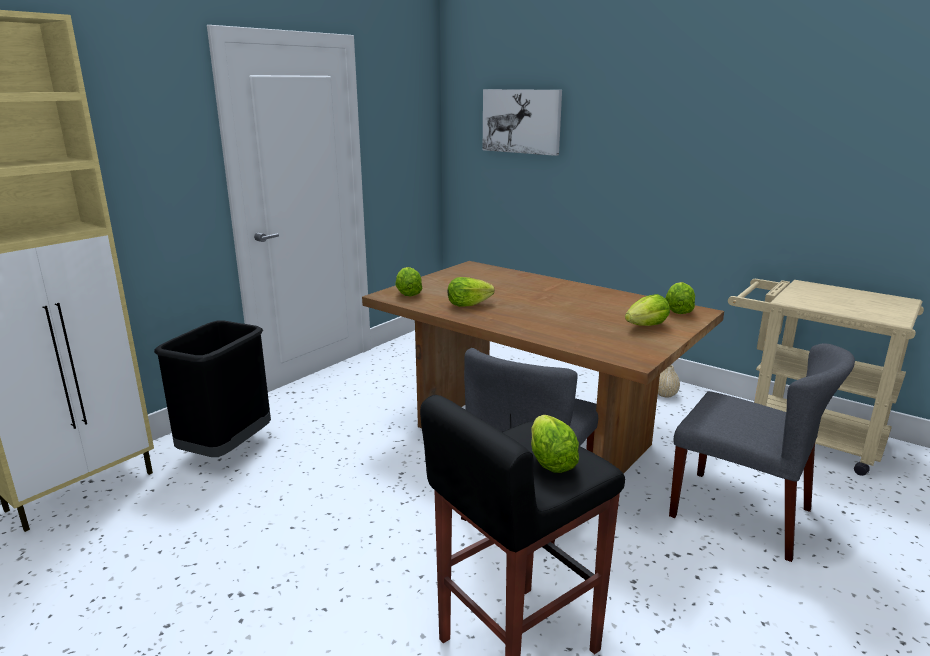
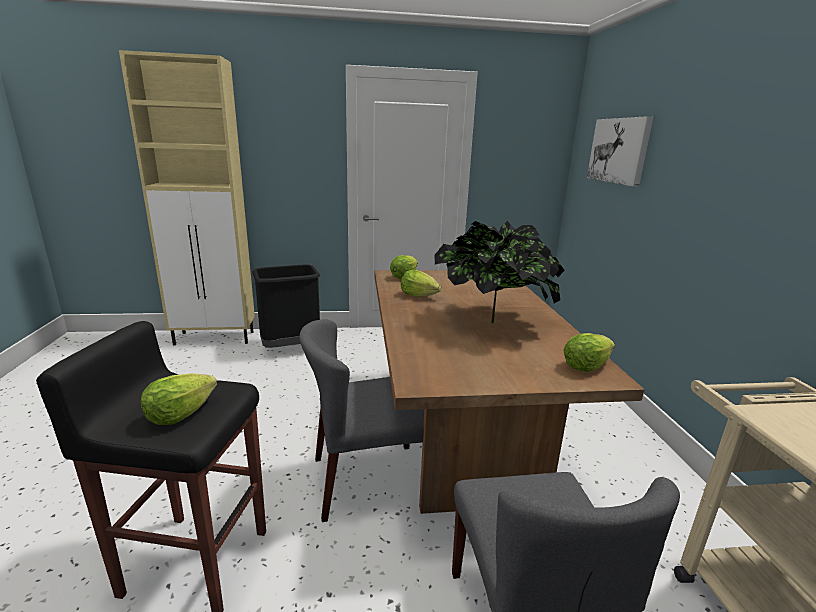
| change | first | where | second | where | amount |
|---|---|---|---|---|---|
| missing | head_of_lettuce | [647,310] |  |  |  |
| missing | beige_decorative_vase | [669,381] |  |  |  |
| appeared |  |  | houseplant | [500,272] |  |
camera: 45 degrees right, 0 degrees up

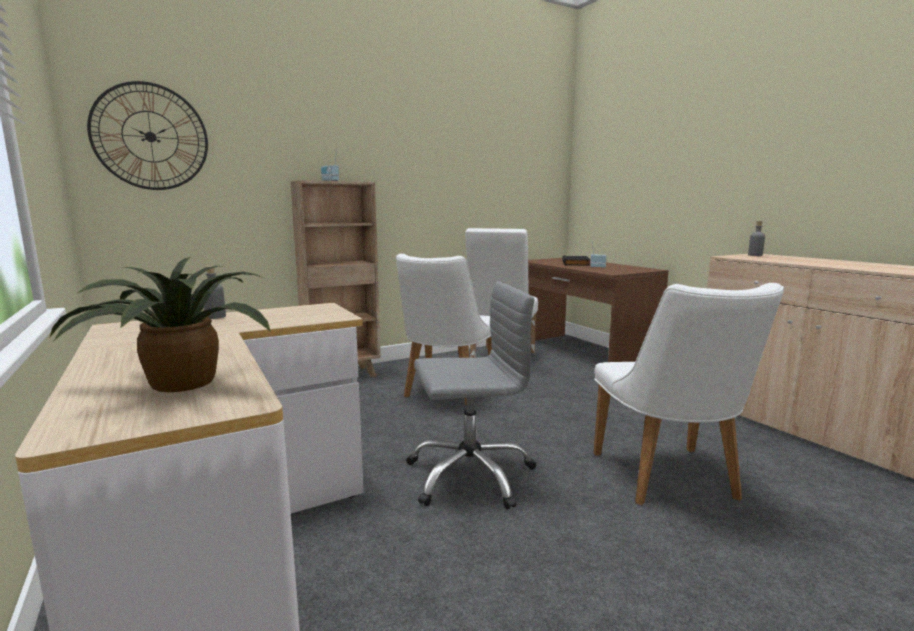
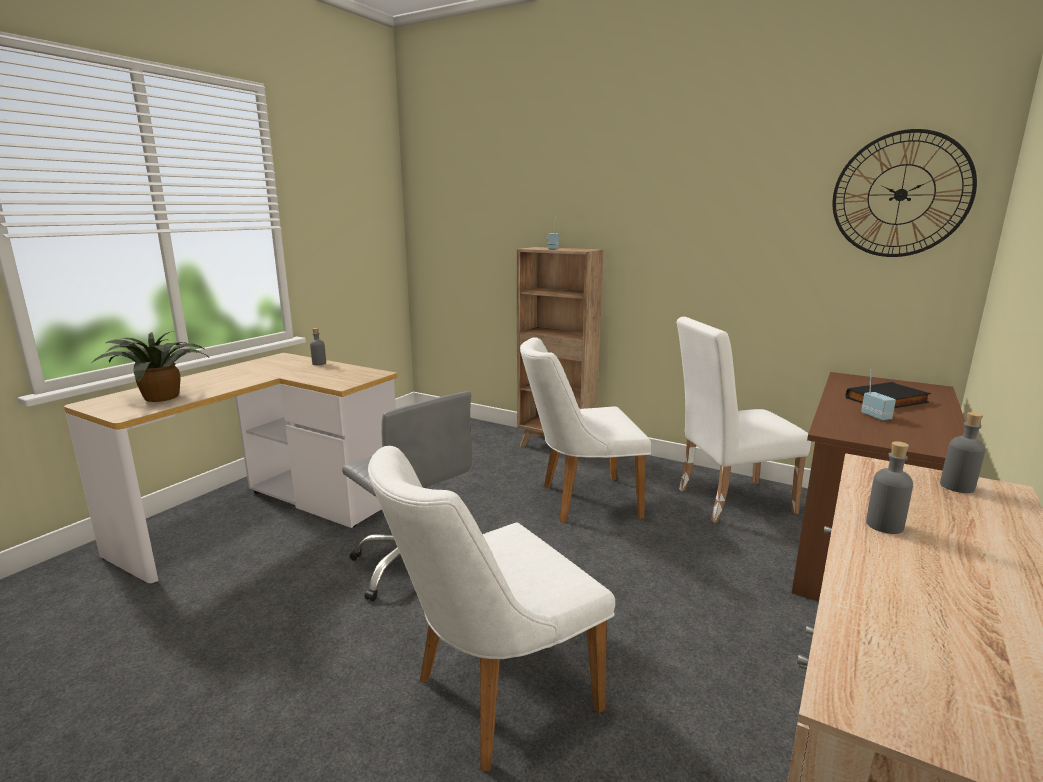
| change | first | where | second | where | amount |
|---|---|---|---|---|---|
| appeared |  |  | gray_beverage_bottle | [889,487] |  |
| relocated | clock_on_the_wall | [147,135] |  | [905,193] |  |
camera: 60 degrees right, 5 degrees up

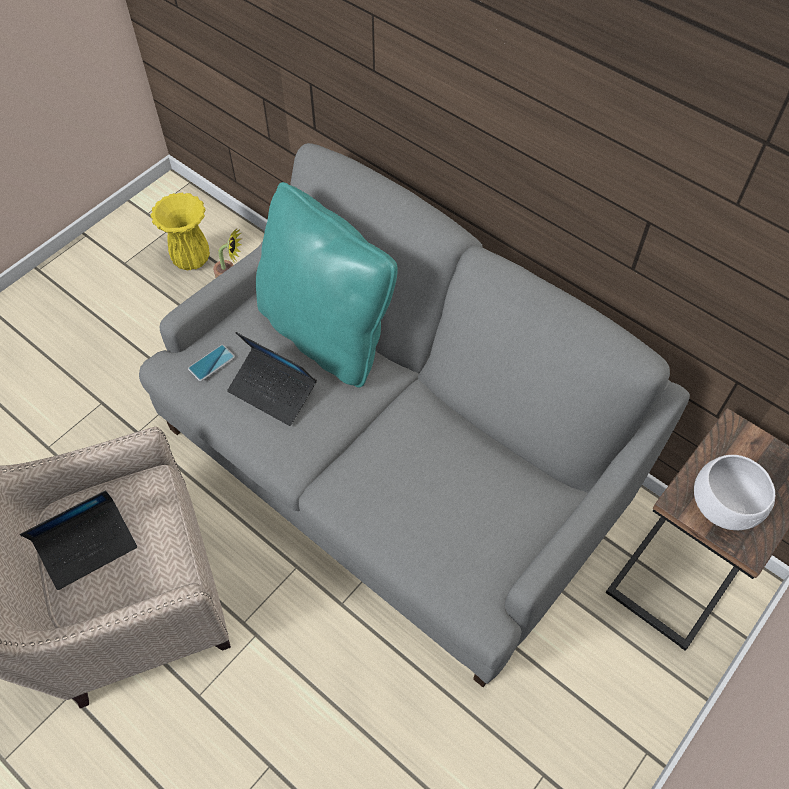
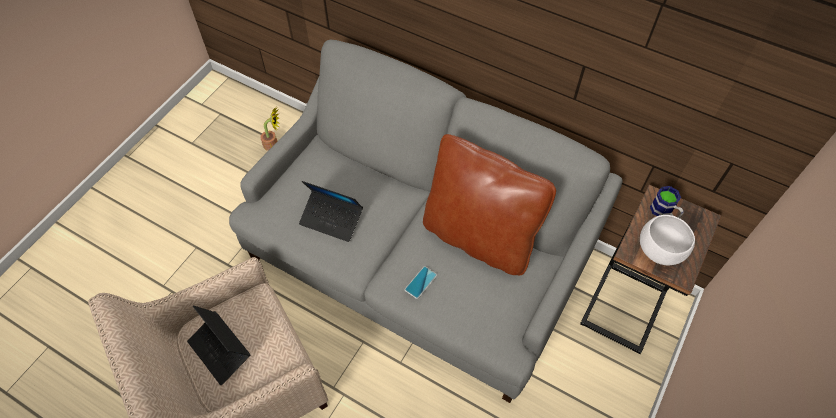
| change | first | where | second | where | amount |
|---|---|---|---|---|---|
| missing | yellowish_decorative_vase | [180,232] |  |  |  |
| missing | turquoise-coloured_cushion | [327,284] |  |  |  |
| appeared |  |  | brownish_cushion | [489,204] |  |
| appeared |  |  | coffee_mug | [667,202] |  |
| relocated | handset | [211,363] |  | [421,282] |  |
| spun | notebook_computer | [78,540] |  | [218,345] | 90 degrees clockwise |
camera: 10 degrees left, 0 degrees up

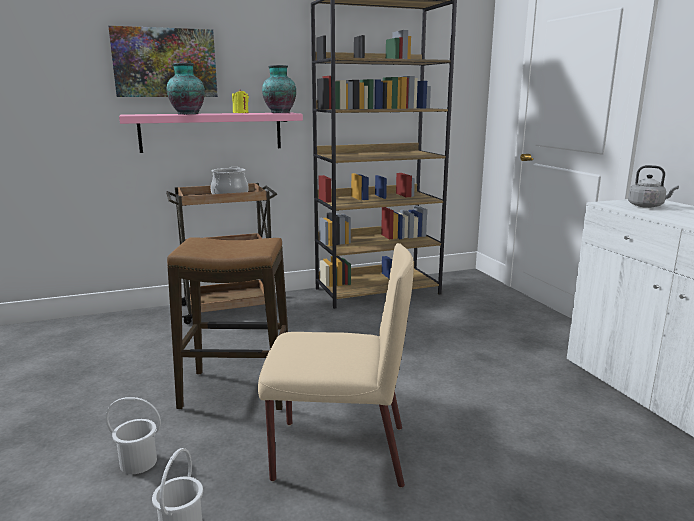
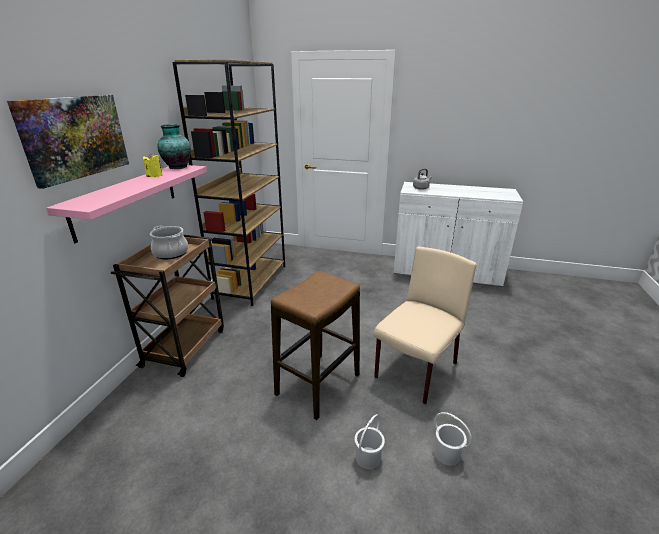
| change | first | where | second | where | amount |
|---|---|---|---|---|---|
| missing | decorative_vase | [186,89] |  |  |  |
camera: 55 degrees left, 10 degrees up

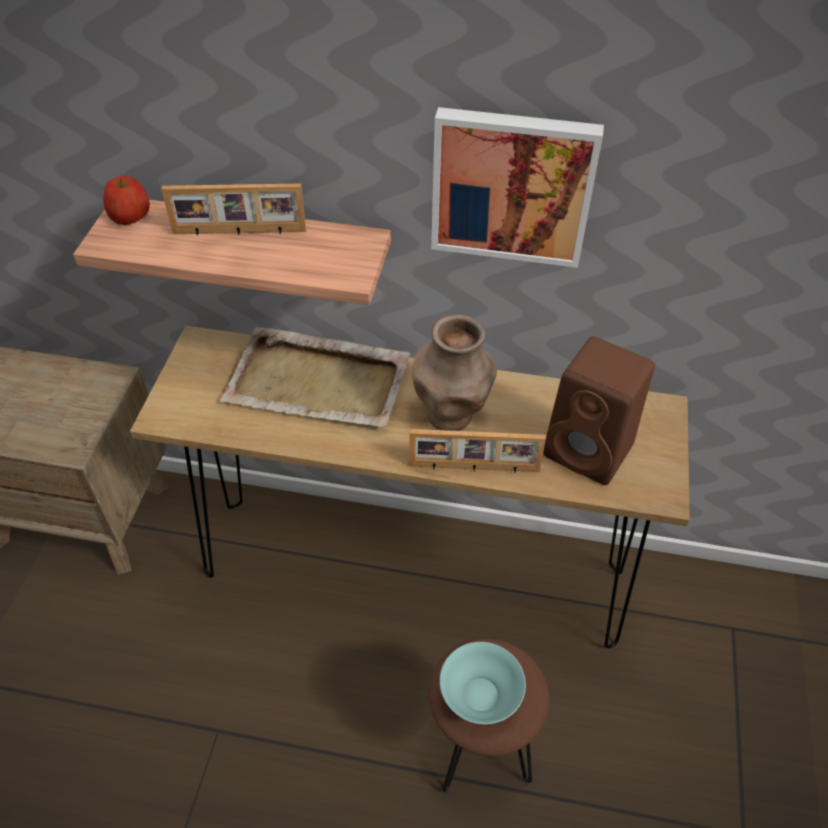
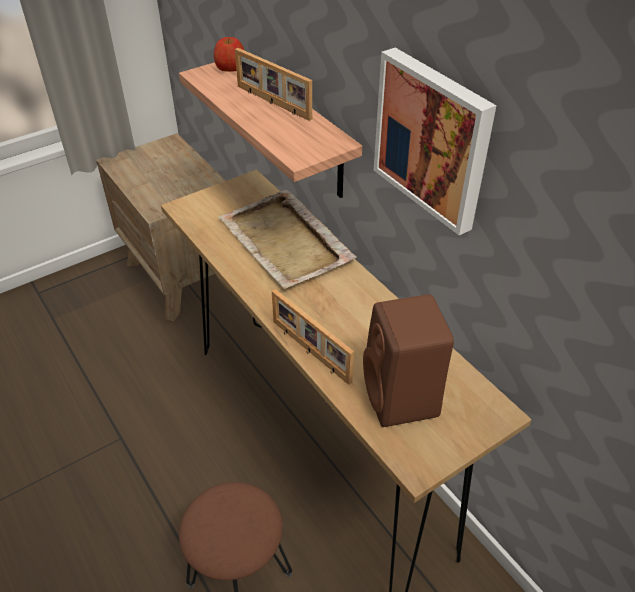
| change | first | where | second | where | amount |
|---|---|---|---|---|---|
| missing | brownish_decorative_vase | [454,373] |  |  |  |
| missing | turquoise-coloured_serving_bowl | [483,683] |  |  |  |
camera: 45 degrees right, 5 degrees down

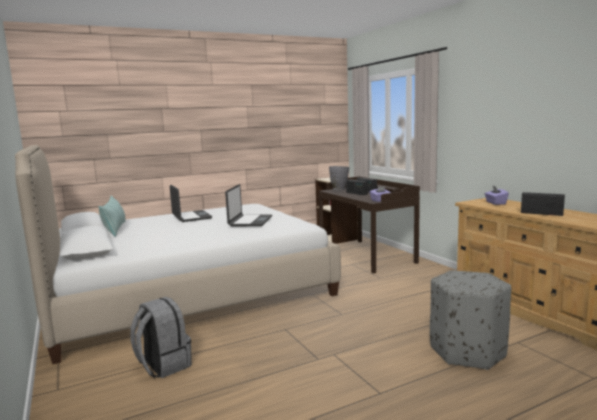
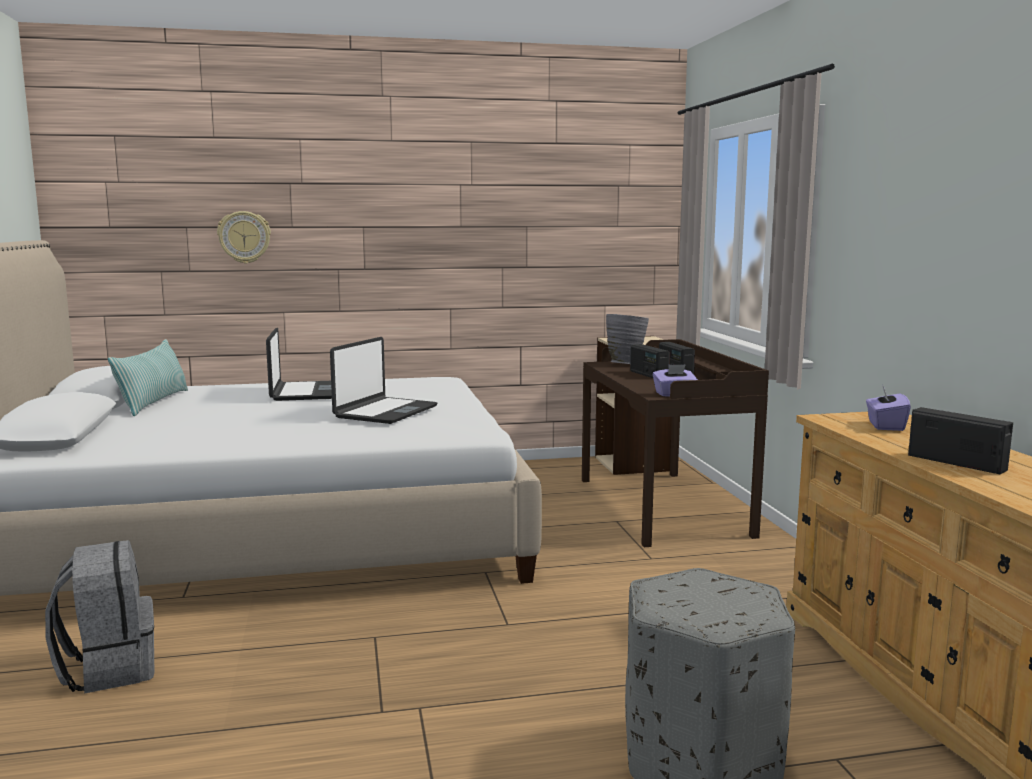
| change | first | where | second | where | amount |
|---|---|---|---|---|---|
| appeared |  |  | clock_on_the_wall | [244,237] |  |
camera: 15 degrees right, 0 degrees up

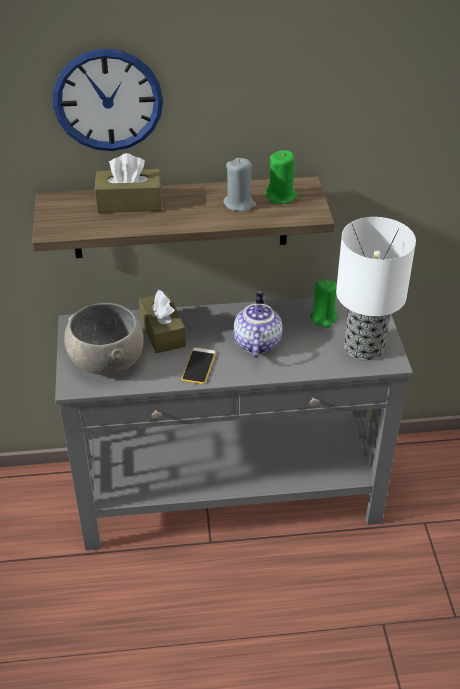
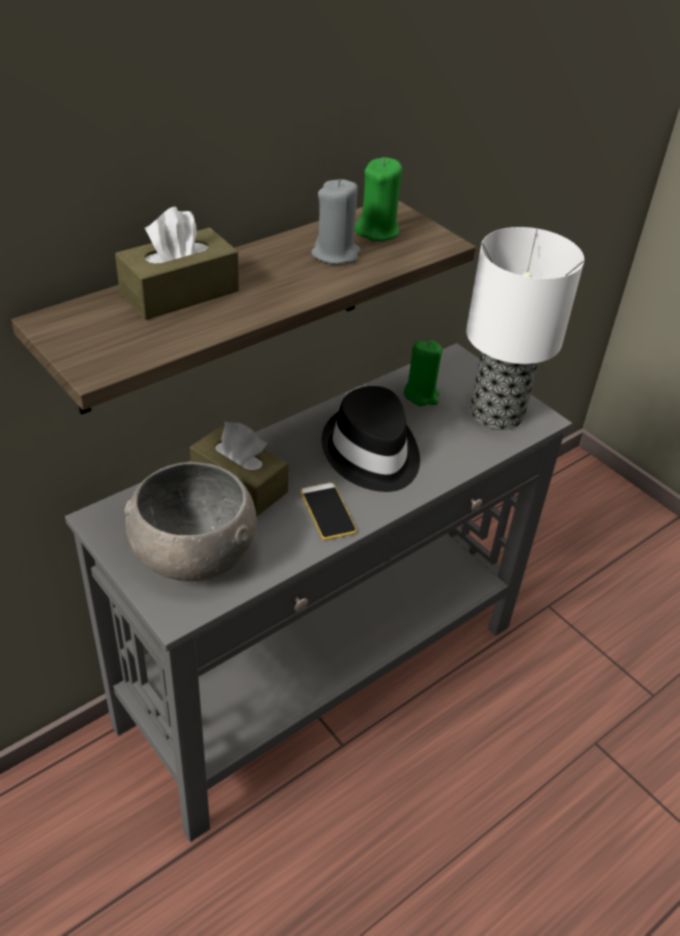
| change | first | where | second | where | amount |
|---|---|---|---|---|---|
| missing | clock_on_the_wall | [108,100] |  |  |  |
| exchanged | pot_for_tea | [258,324] | black_clothing_hat | [371,439] |  |
camera: 35 degrees left, 0 degrees up

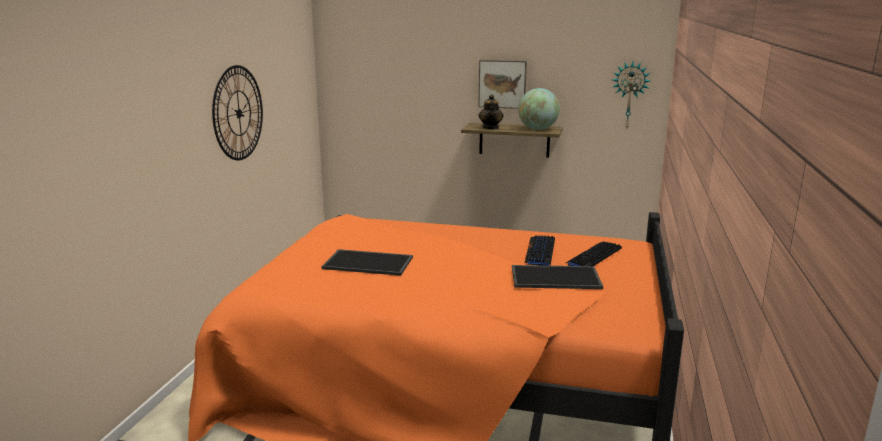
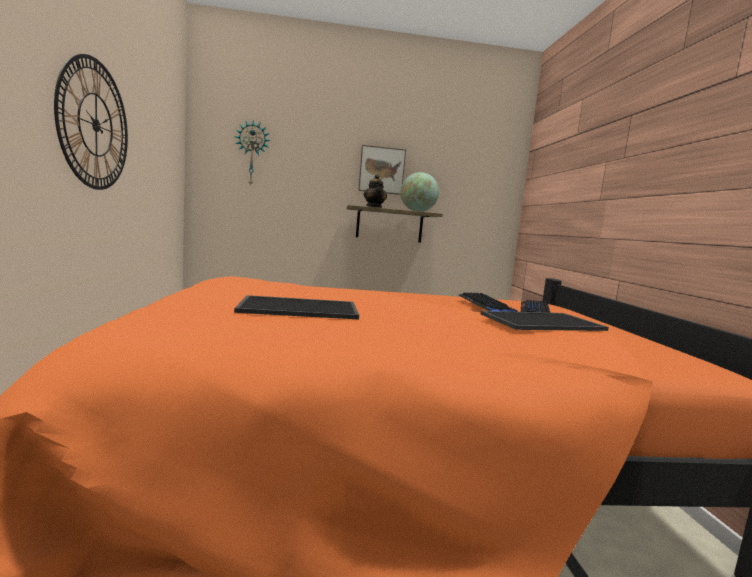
| change | first | where | second | where | amount |
|---|---|---|---|---|---|
| relocated | clock_on_the_wall | [631,95] |  | [252,153] |  |
camera: 20 degrees left, 10 degrees down

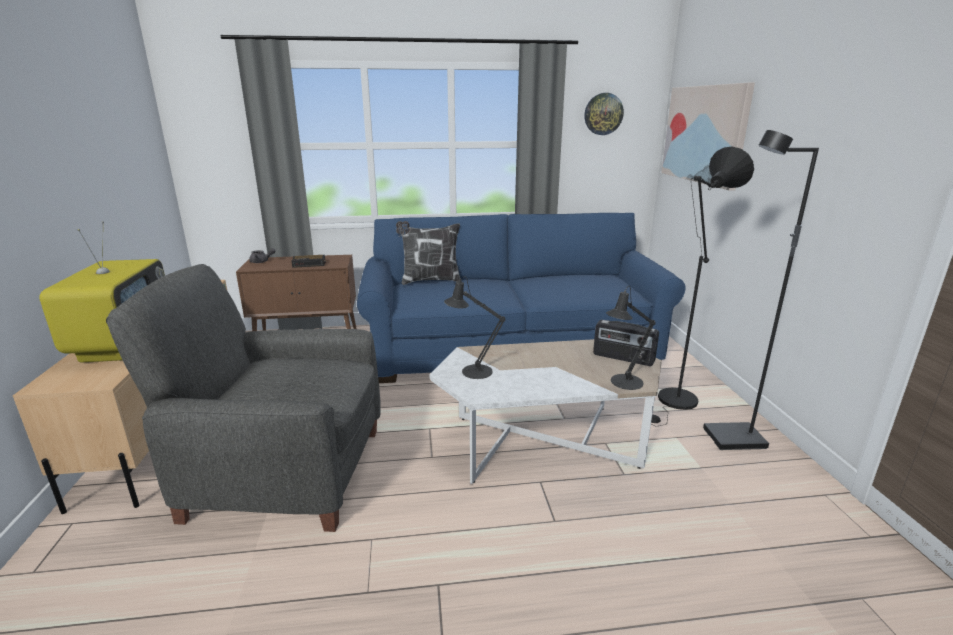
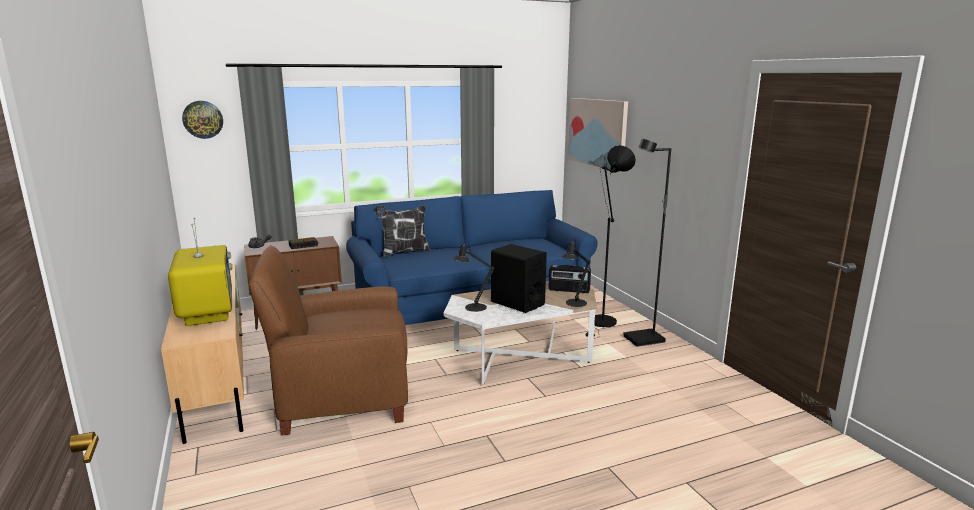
| change | first | where | second | where | amount |
|---|---|---|---|---|---|
| appeared |  |  | black_speaker | [519,278] |  |
| relocated | clock_on_the_wall | [604,114] |  | [202,120] |  |
| colour | gray_armchair | [243,398] | brownish_armchair | [328,340] |  |
camera: 15 degrees left, 5 degrees down

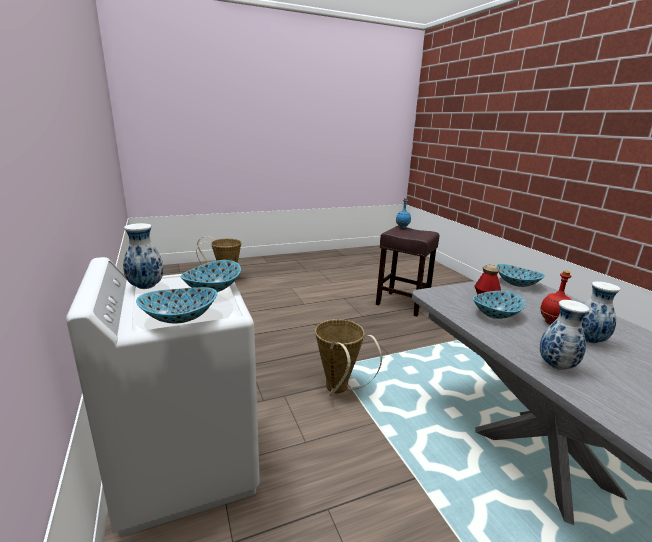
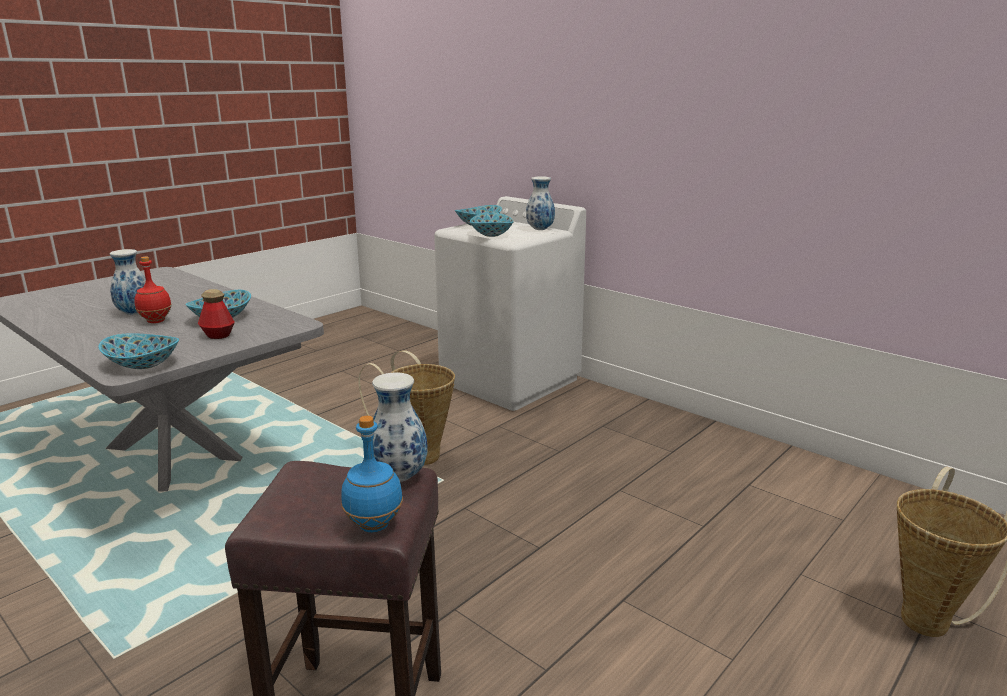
| change | first | where | second | where | amount |
|---|---|---|---|---|---|
| relocated | decorative_vase | [565,335] |  | [400,427] |  |
camera: 155 degrees right, 0 degrees up

